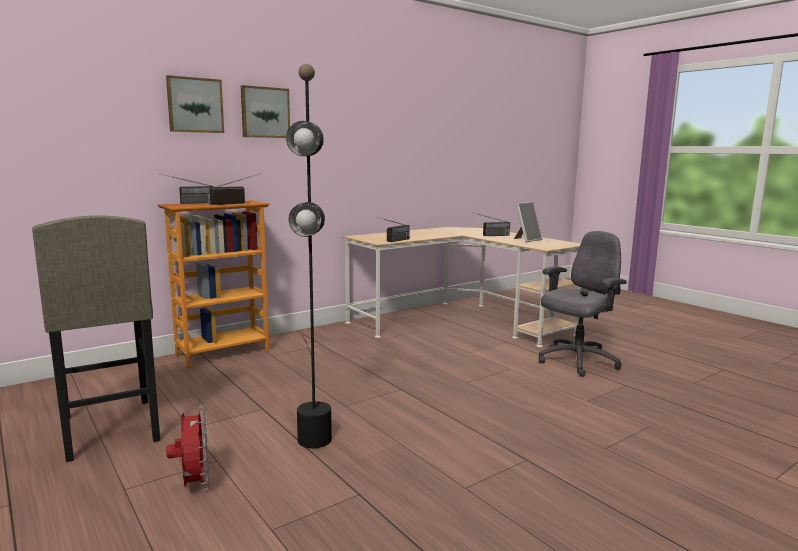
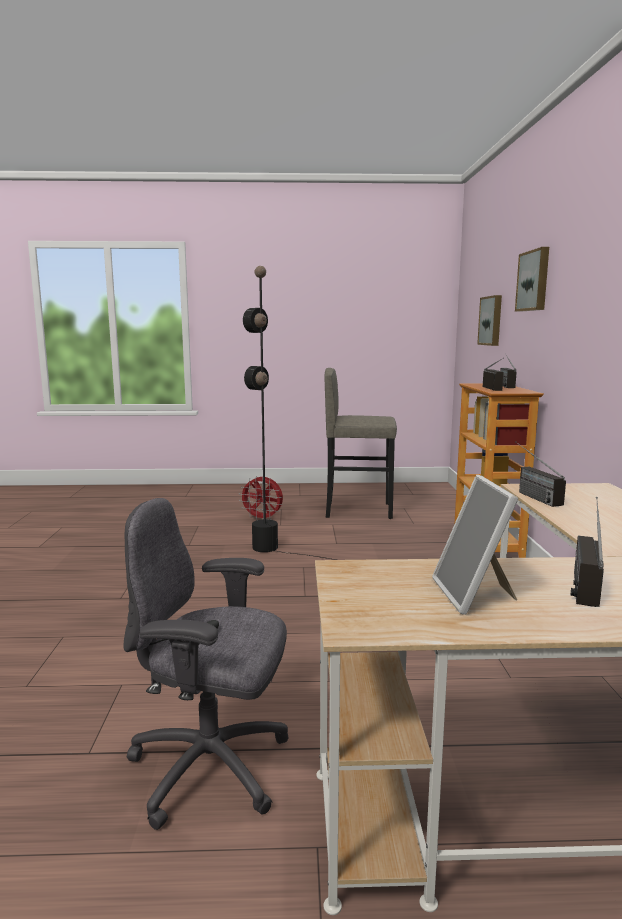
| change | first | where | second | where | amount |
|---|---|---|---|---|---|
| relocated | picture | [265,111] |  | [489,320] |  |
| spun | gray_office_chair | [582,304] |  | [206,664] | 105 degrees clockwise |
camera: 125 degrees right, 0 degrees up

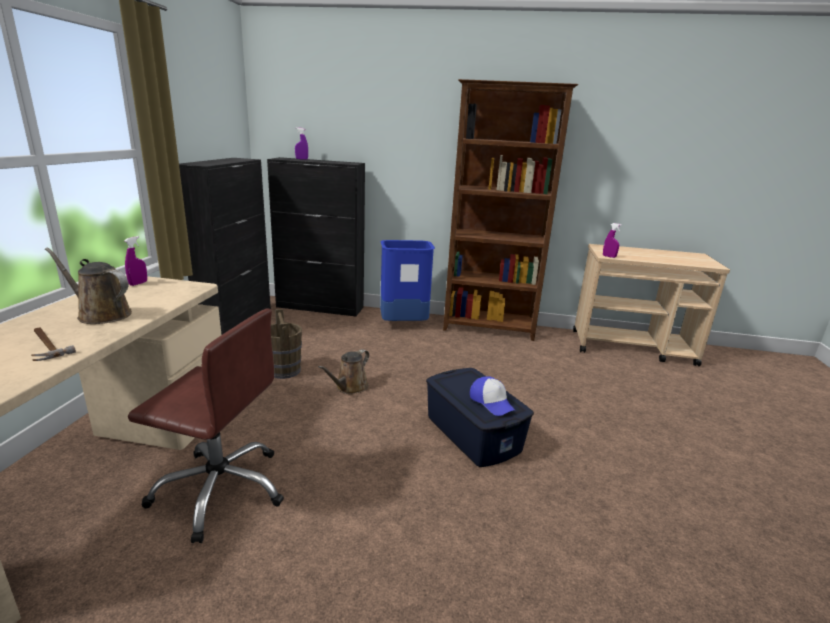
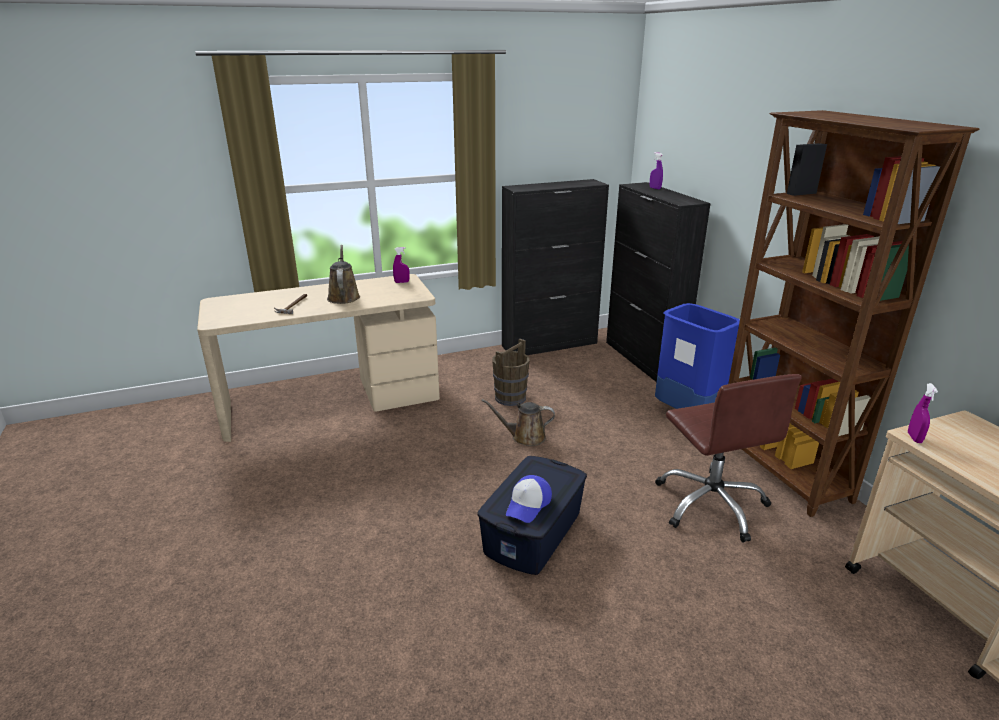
| change | first | where | second | where | amount |
|---|---|---|---|---|---|
| relocated | brownish_office_chair | [206,425] |  | [728,458] |  |
camera: 60 degrees right, 5 degrees up

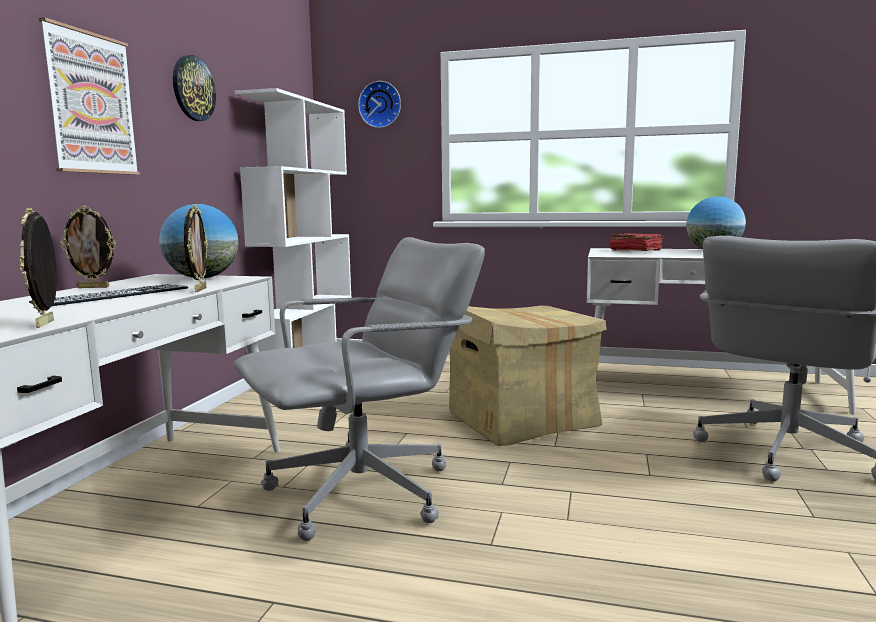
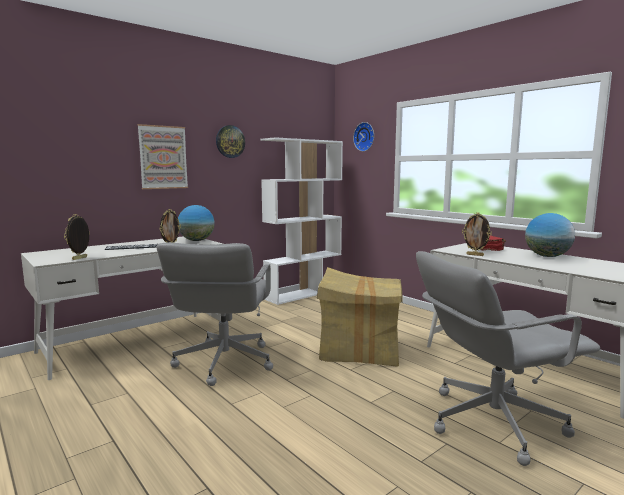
| change | first | where | second | where | amount |
|---|---|---|---|---|---|
| relocated | standing_frame | [88,247] |  | [477,234] |  |
| spun | gray_office_chair | [359,389] |  | [215,314] | 90 degrees clockwise |
camera: 35 degrees right, 0 degrees up

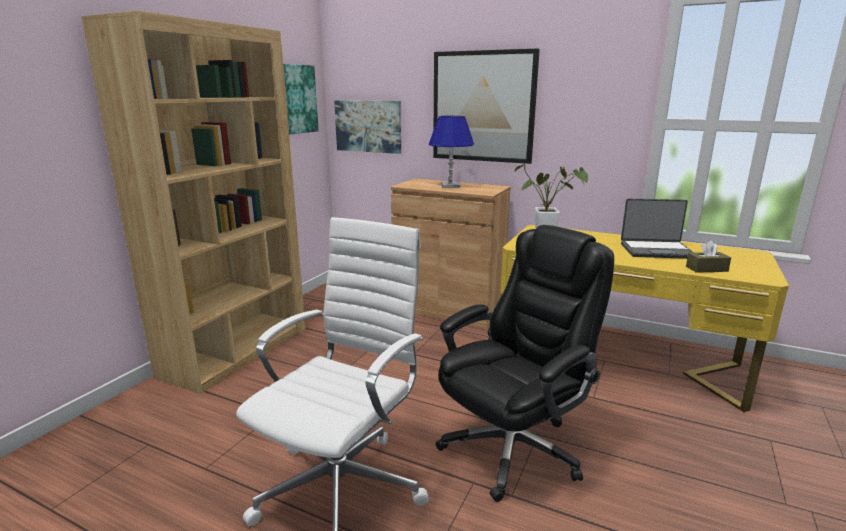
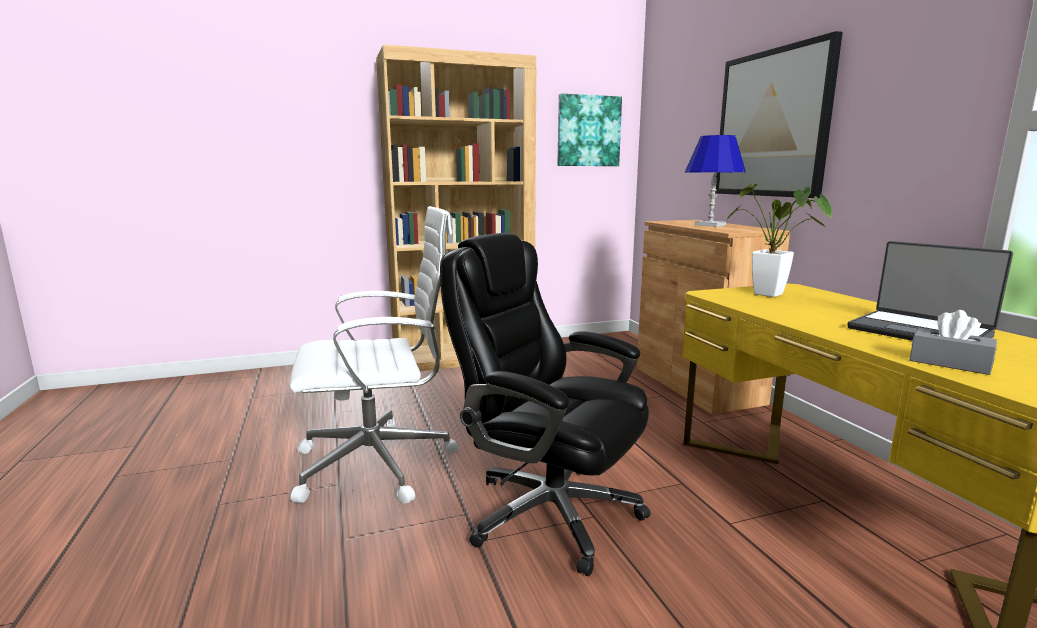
| change | first | where | second | where | amount |
|---|---|---|---|---|---|
| missing | picture | [367,127] |  |  |  |
| colour | brownish_box_of_tissues | [708,257] | gray_box_of_tissues | [953,342] |  |
| spun | black_office_chair | [525,363] |  | [545,404] | 150 degrees counterclockwise |
camera: 45 degrees right, 5 degrees down

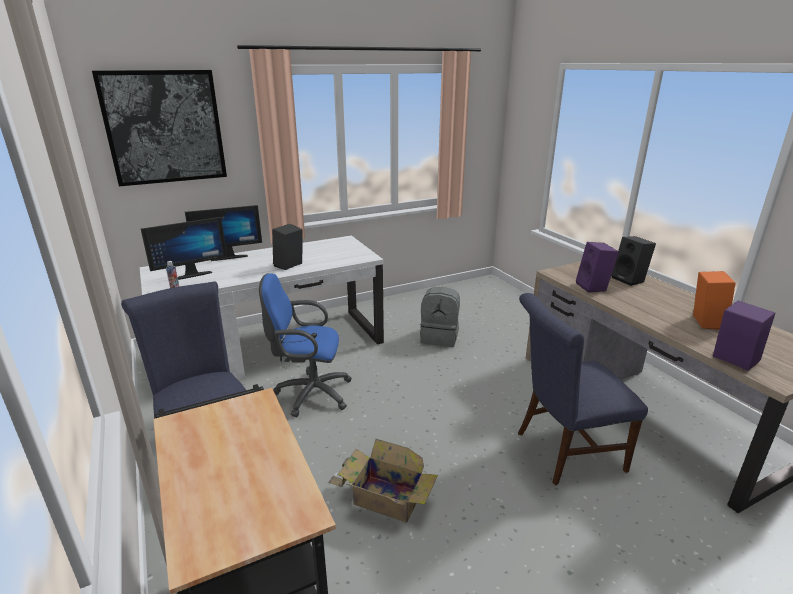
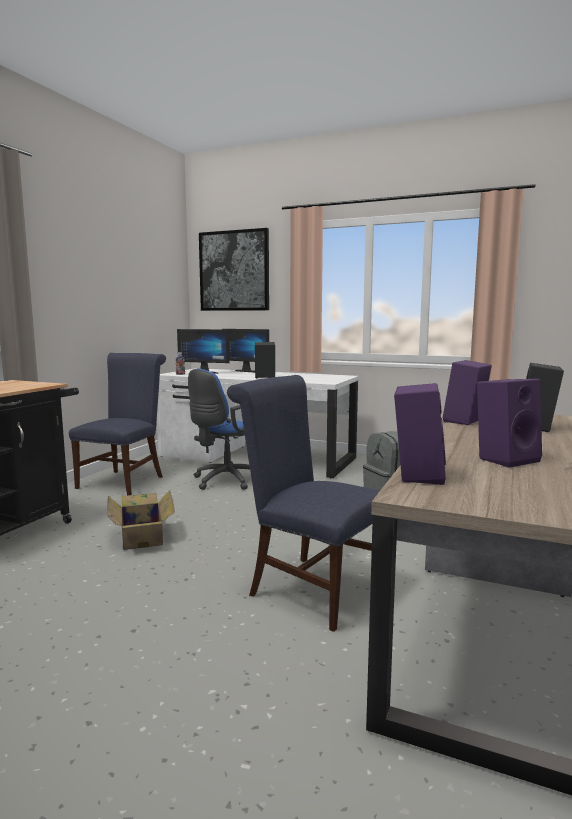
| change | first | where | second | where | amount |
|---|---|---|---|---|---|
| colour | orange_speaker | [714,300] | purplish_speaker | [509,423] |  |
| spun | blue-coloured_office_chair | [305,345] |  | [219,429] | 105 degrees counterclockwise |
camera: 50 degrees right, 15 degrees down

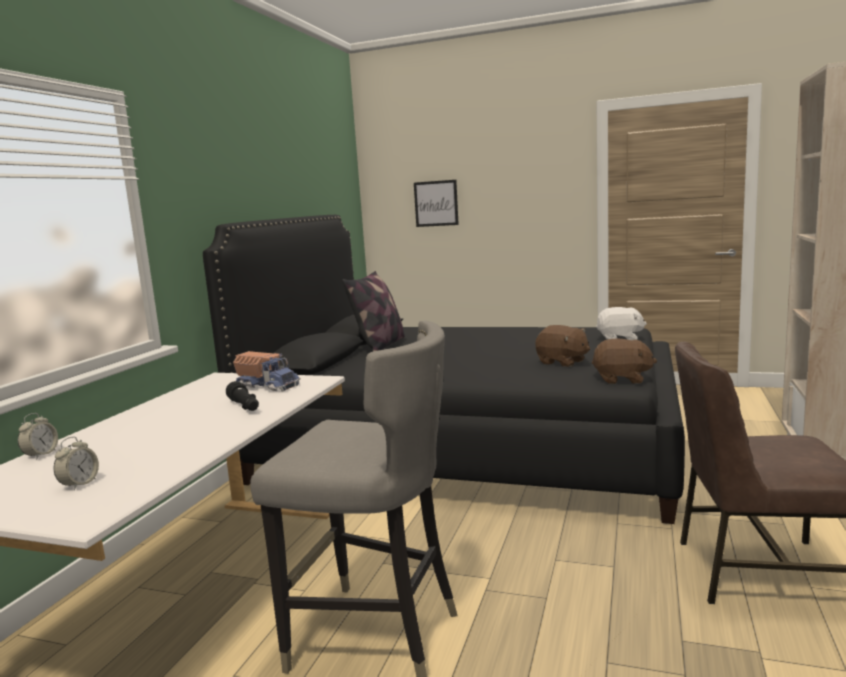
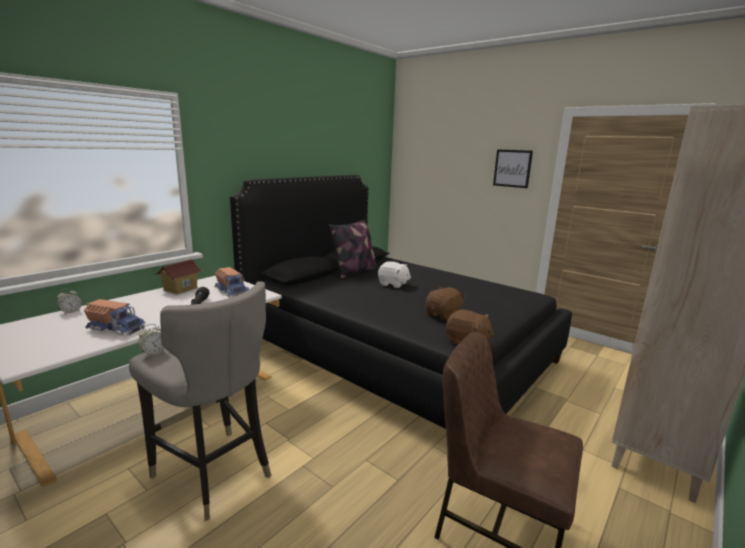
| change | first | where | second | where | amount |
|---|---|---|---|---|---|
| appeared |  |  | model_truck | [115,317] |  |
| appeared |  |  | miniature_house | [178,276] |  |
| relocated | bedside_clock | [76,463] |  | [151,340] |  |
| relocated | picture | [436,203] |  | [513,168] |  |
| relocated | whitish_plush_toy | [621,323] |  | [394,274] |  |
| spun | brownish_plush_toy | [562,346] |  | [446,304] | 105 degrees counterclockwise |
camera: 20 degrees right, 5 degrees up

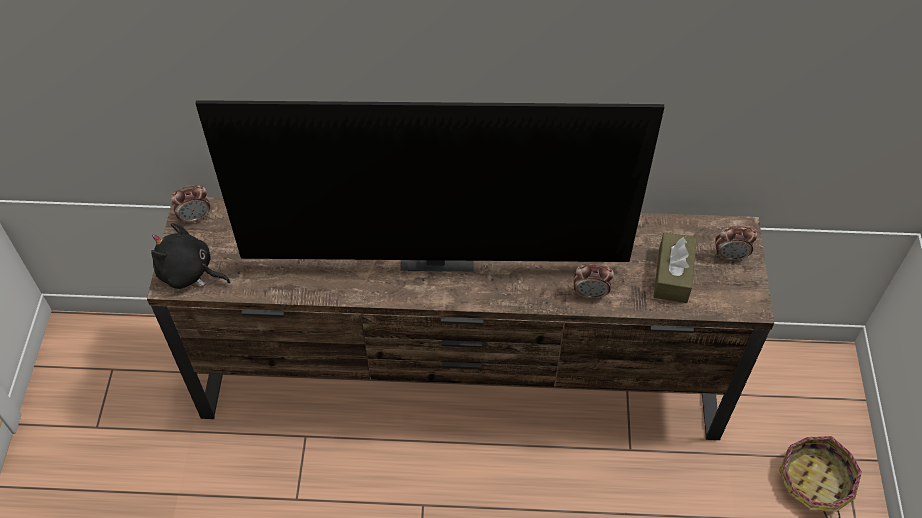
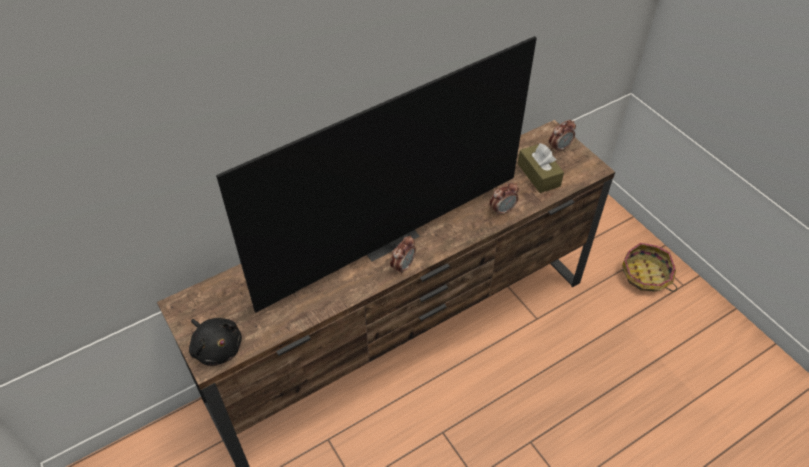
| change | first | where | second | where | amount |
|---|---|---|---|---|---|
| relocated | bedside_clock | [190,204] |  | [403,255] |  |
| spun | black_plush_toy | [190,256] |  | [215,342] | 120 degrees counterclockwise |
camera: 35 degrees left, 5 degrees down

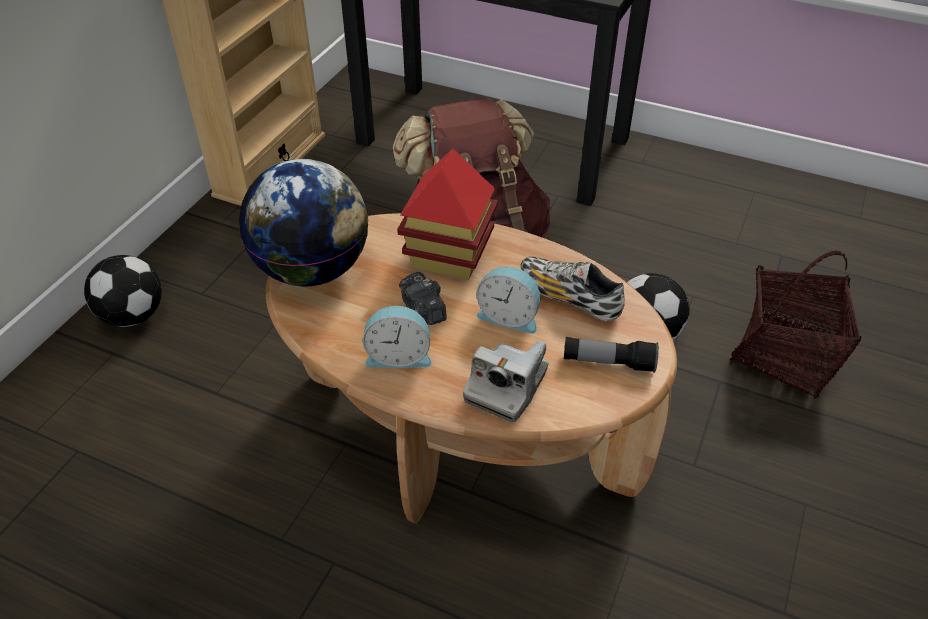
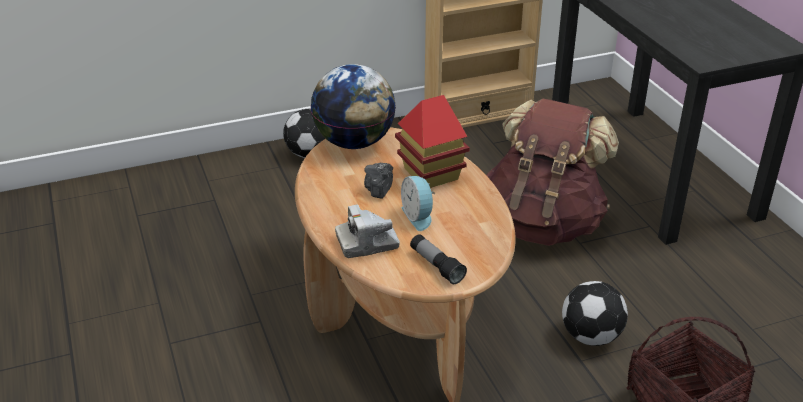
| change | first | where | second | where | amount |
|---|---|---|---|---|---|
| missing | bedside_clock | [397,337] |  |  |  |
| missing | item_of_footwear | [573,289] |  |  |  |
camera: 45 degrees right, 10 degrees down

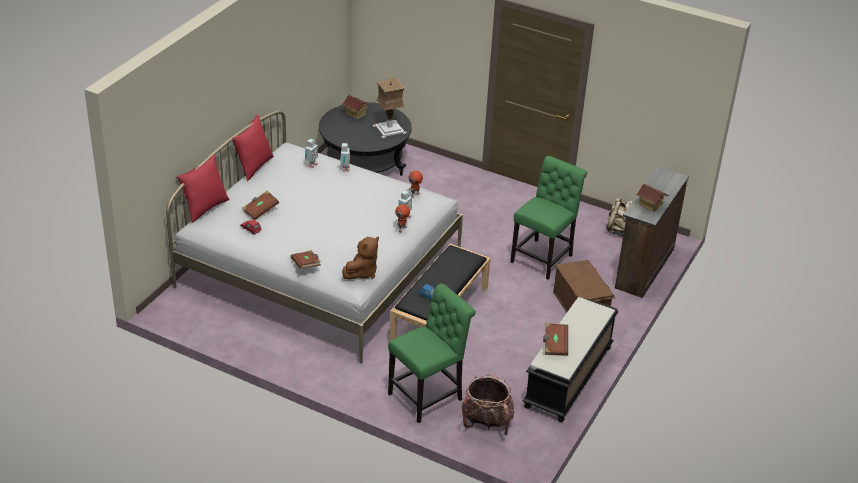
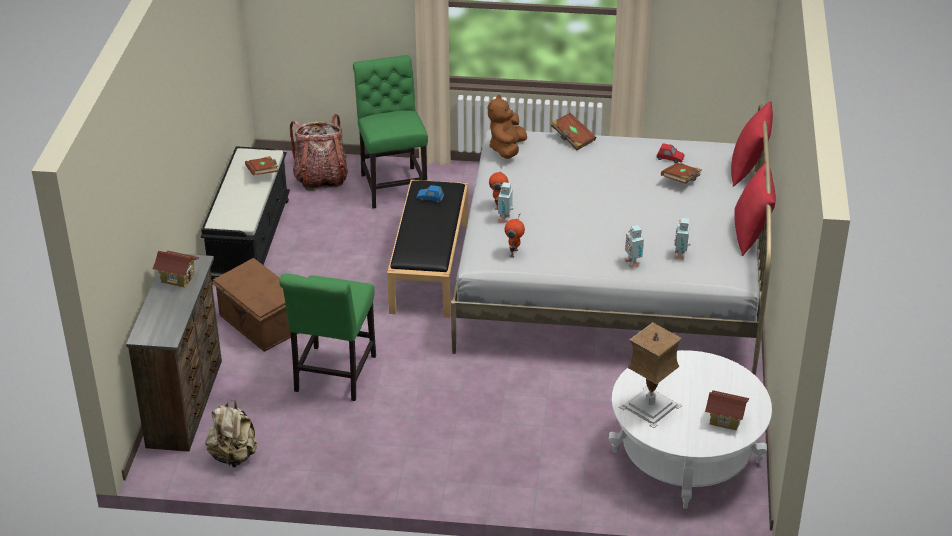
| change | first | where | second | where | amount |
|---|---|---|---|---|---|
| colour | black_coffee_table | [365,139] | whitish_coffee_table | [690,429] |  |
| spun | greenish_plain_chair | [432,353] |  | [390,132] | 135 degrees clockwise |
camera: 160 degrees right, 0 degrees up

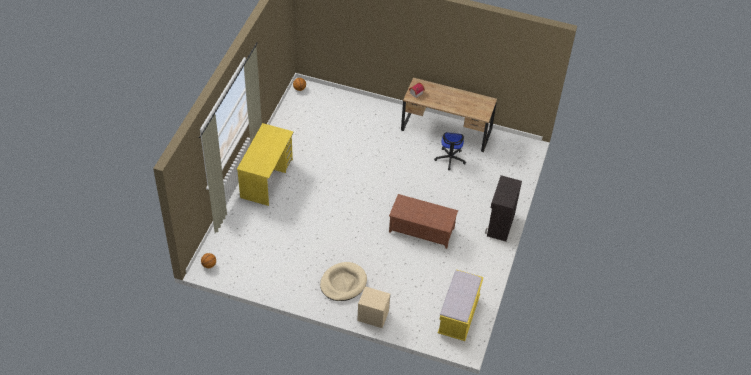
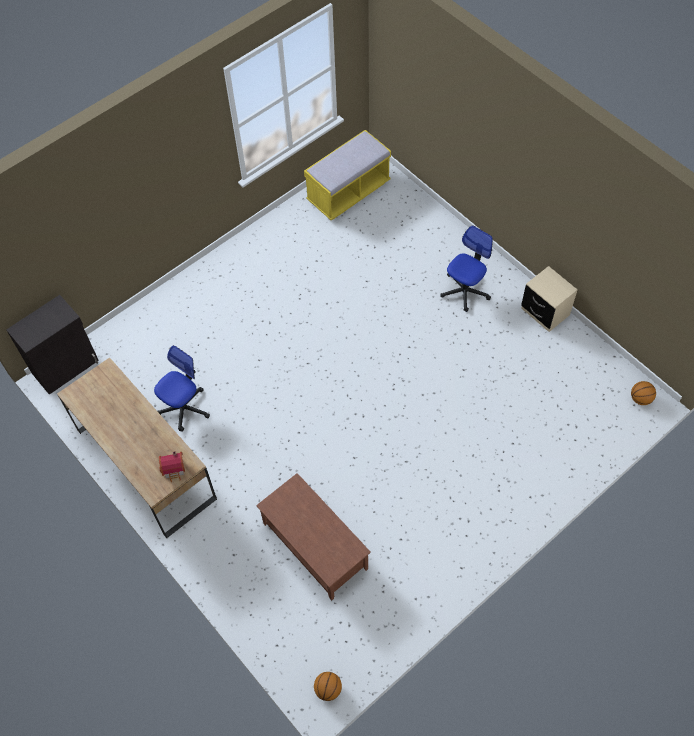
| change | first | where | second | where | amount |
|---|---|---|---|---|---|
| missing | yellowish_desk | [265,164] |  |  |  |
| relocated | beige_bedside_table | [373,307] |  | [549,299] |  |
| relocated | brownish_coffee_table | [423,221] |  | [313,537] |  |
| relocated | black_storage_cabinet | [503,208] |  | [52,345] |  |
| exchanged | beige_dog_cushion | [343,281] | office_chair | [466,268] |  |
camera: 145 degrees left, 10 degrees up

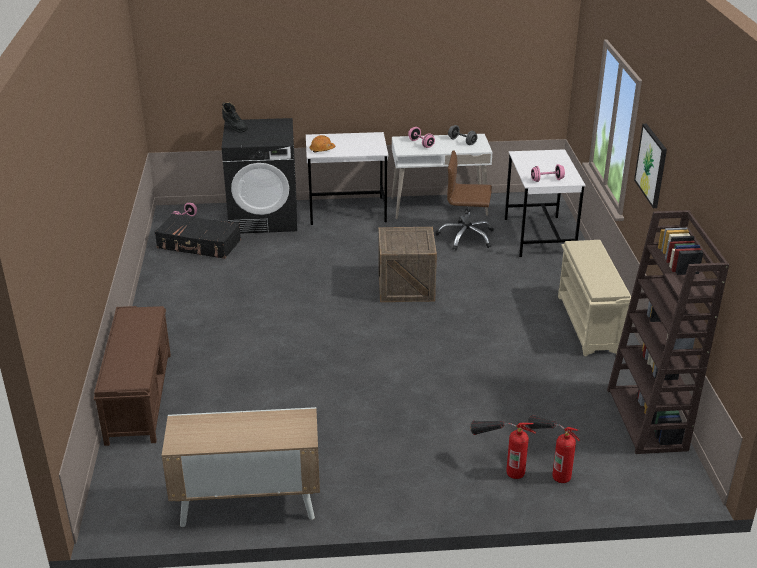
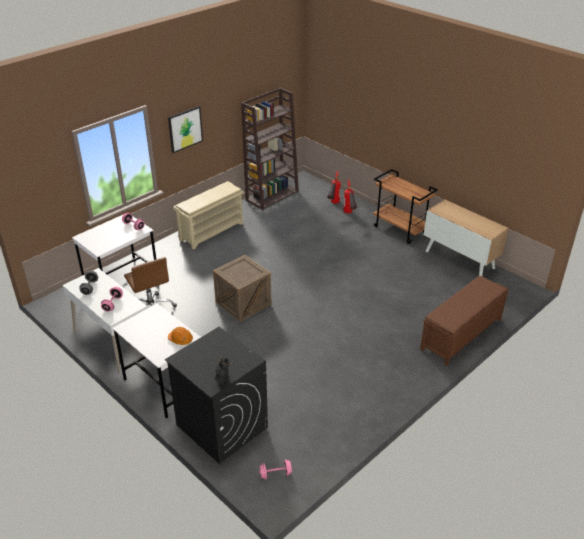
| change | first | where | second | where | amount |
|---|---|---|---|---|---|
| missing | black_suitcase | [198,236] |  |  |  |
| appeared |  |  | brownish_cart | [405,206] |  |
camera: 130 degrees left, 5 degrees up

